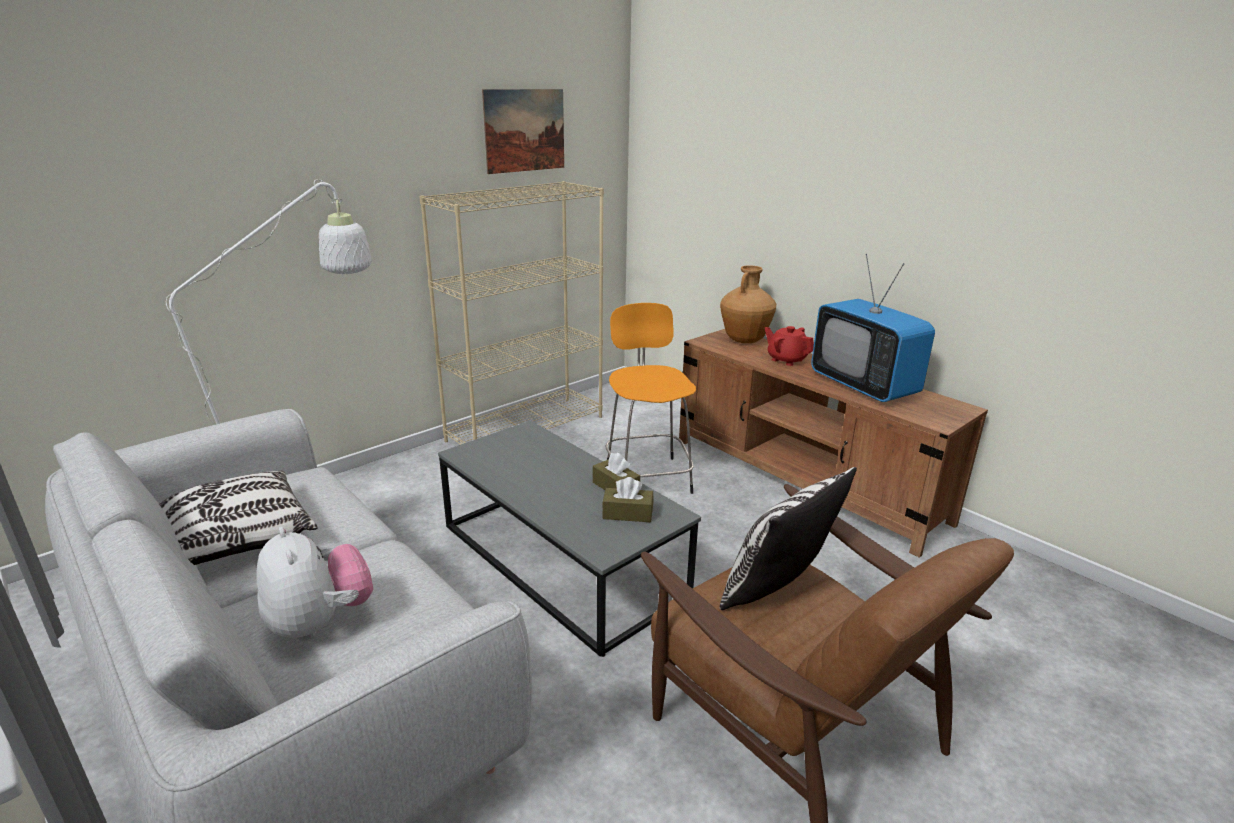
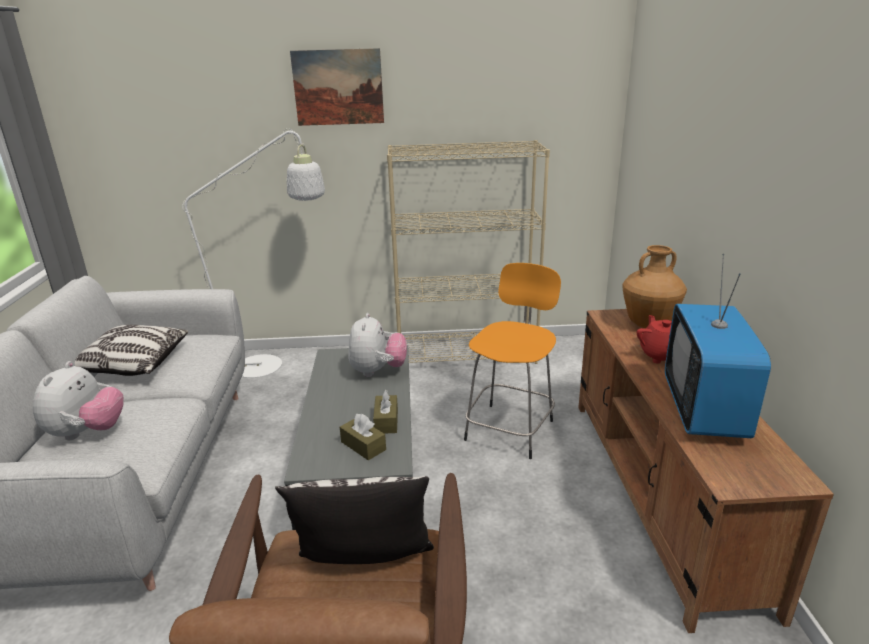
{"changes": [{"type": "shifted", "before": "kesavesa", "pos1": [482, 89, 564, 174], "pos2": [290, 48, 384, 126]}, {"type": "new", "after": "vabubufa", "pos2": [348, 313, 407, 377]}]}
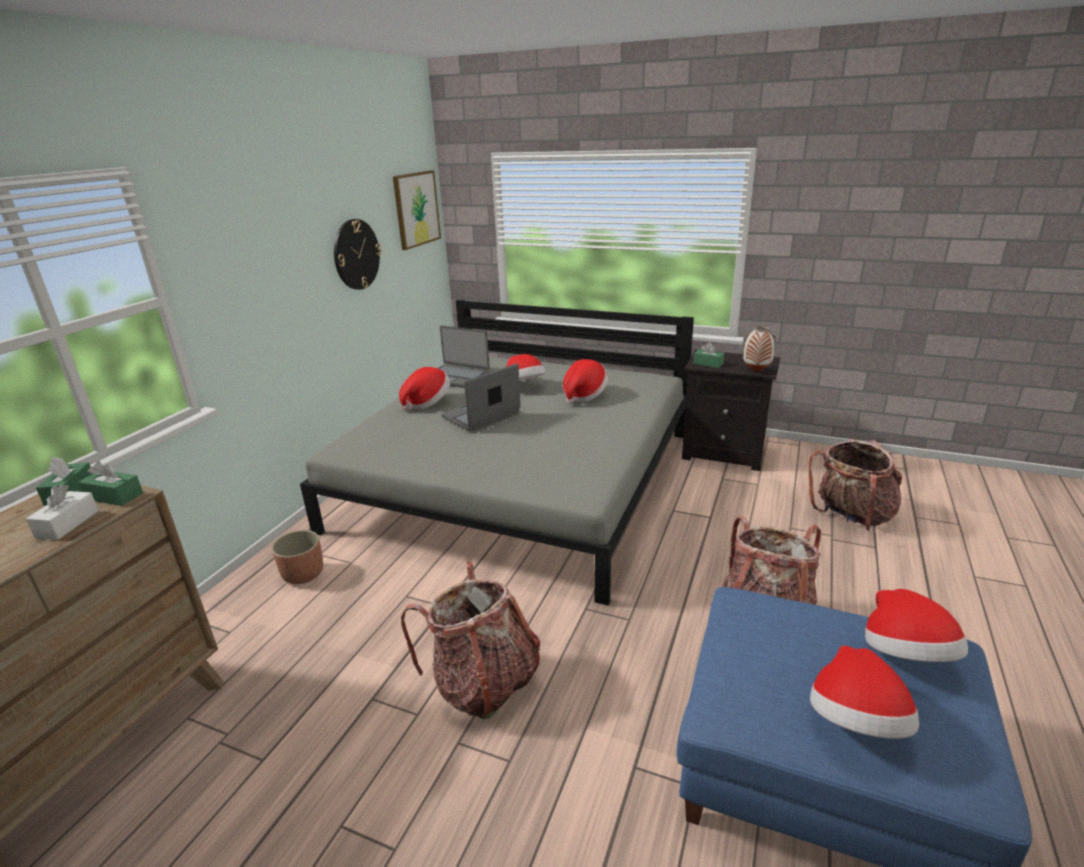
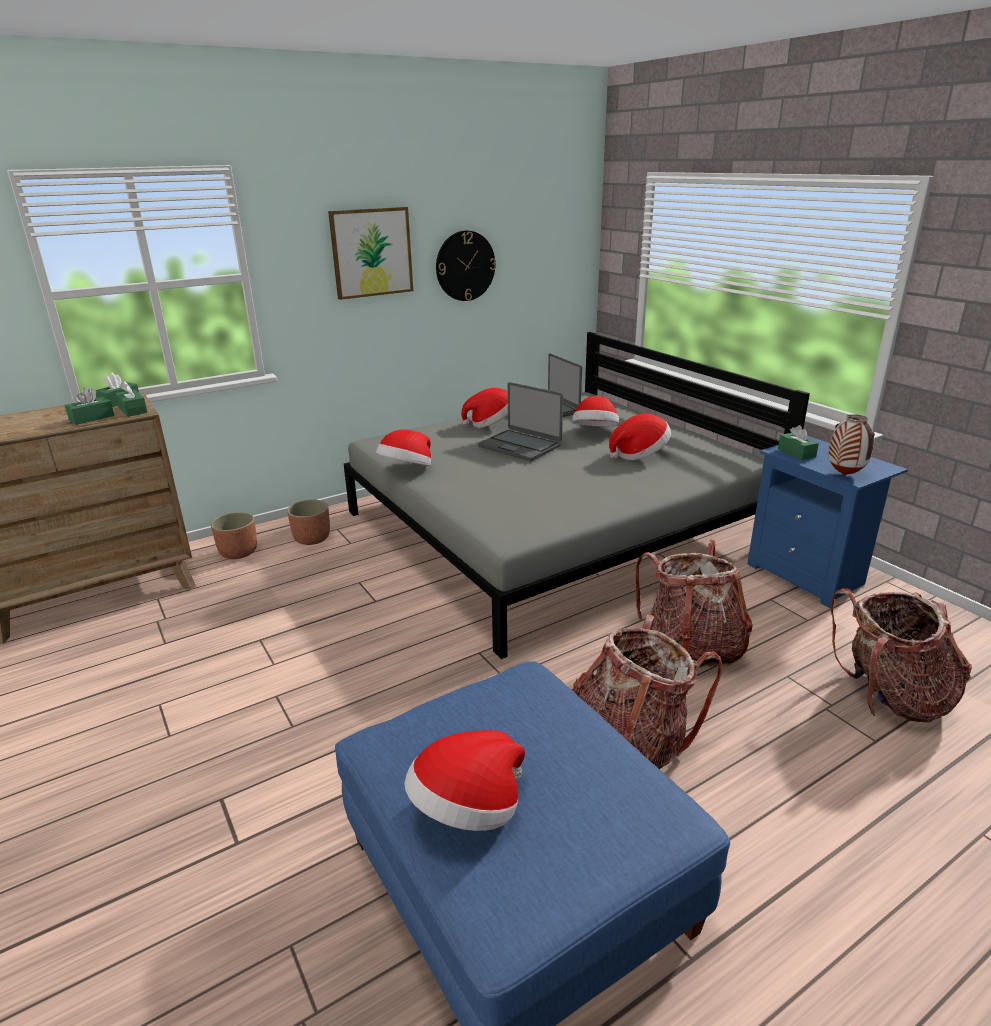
{"changes": [{"type": "shifted", "before": "kesavesa", "pos1": [393, 170, 441, 250], "pos2": [328, 207, 413, 300]}, {"type": "repainted", "before": "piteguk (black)", "after": "piteguk (blue)", "pos1": [682, 350, 780, 471], "pos2": [747, 436, 908, 608]}, {"type": "rotated", "before": "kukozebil", "pos1": [441, 364, 521, 431], "pos2": [478, 382, 563, 461], "turn": -135}, {"type": "repainted", "before": "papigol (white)", "after": "papigol (green)", "pos1": [26, 485, 99, 540], "pos2": [65, 388, 114, 425]}, {"type": "shifted", "before": "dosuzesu", "pos1": [401, 562, 540, 719], "pos2": [635, 540, 753, 668]}, {"type": "shifted", "before": "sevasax", "pos1": [865, 589, 968, 662], "pos2": [376, 430, 431, 466]}, {"type": "new", "after": "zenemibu", "pos2": [211, 512, 257, 559]}]}
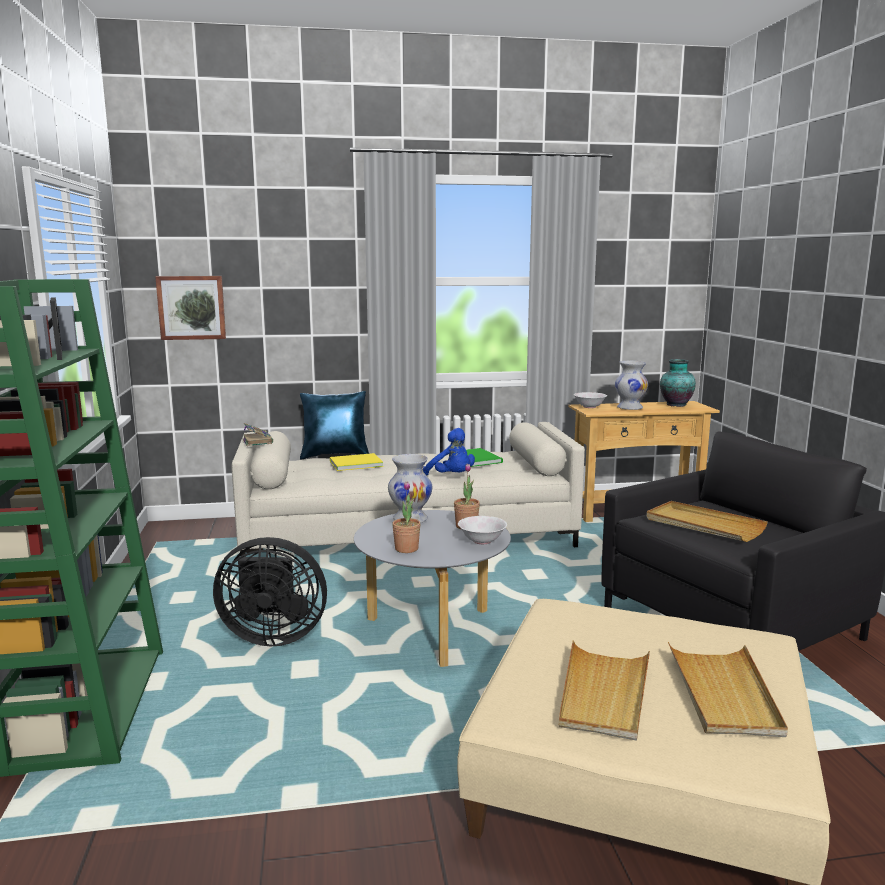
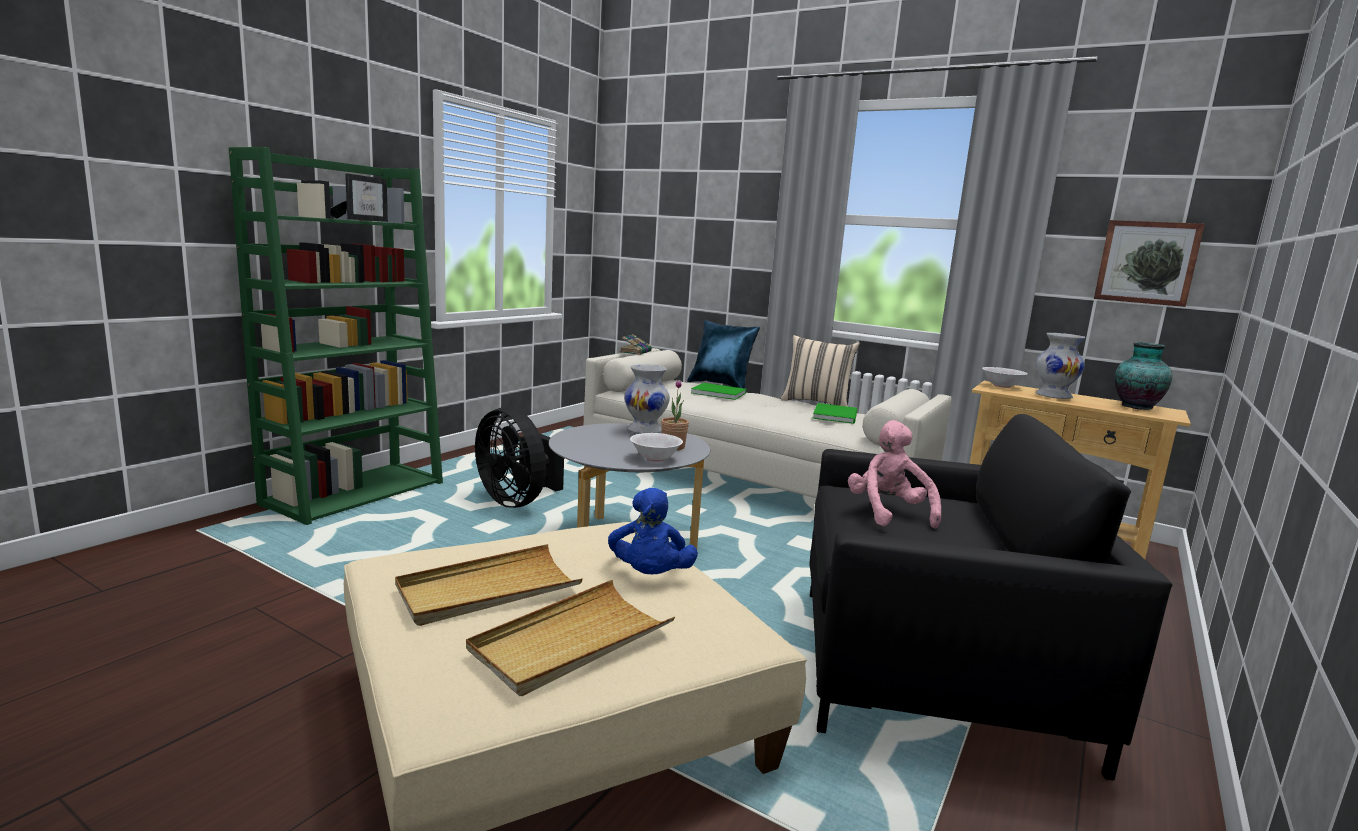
{"changes": [{"type": "shifted", "before": "kesavesa", "pos1": [155, 276, 226, 340], "pos2": [1094, 220, 1205, 307]}, {"type": "shifted", "before": "vabubufa (blue)", "pos1": [423, 428, 475, 476], "pos2": [608, 488, 698, 575]}, {"type": "repainted", "before": "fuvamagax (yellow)", "after": "fuvamagax (green)", "pos1": [330, 453, 383, 471], "pos2": [691, 383, 747, 400]}, {"type": "gone", "before": "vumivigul", "pos1": [392, 481, 421, 553]}, {"type": "swapped", "before": "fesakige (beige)", "after": "vabubufa (pink)", "pos1": [647, 501, 768, 542], "pos2": [848, 420, 941, 529]}, {"type": "new", "after": "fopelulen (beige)", "pos2": [781, 335, 860, 407]}]}
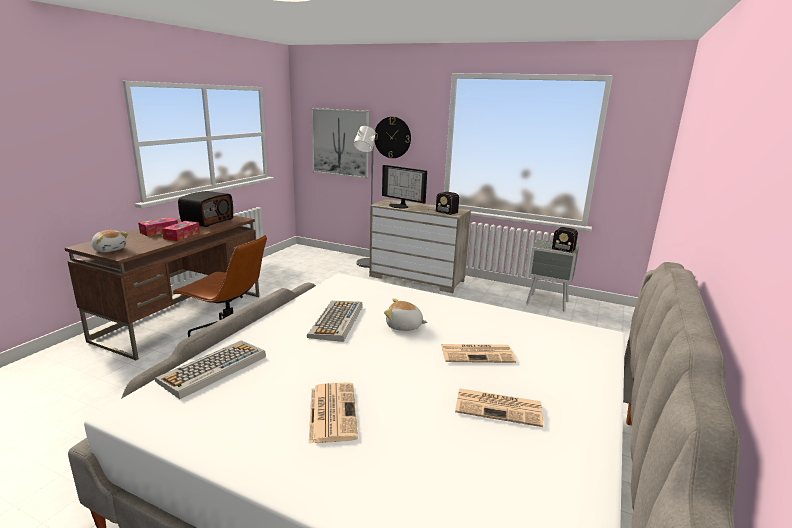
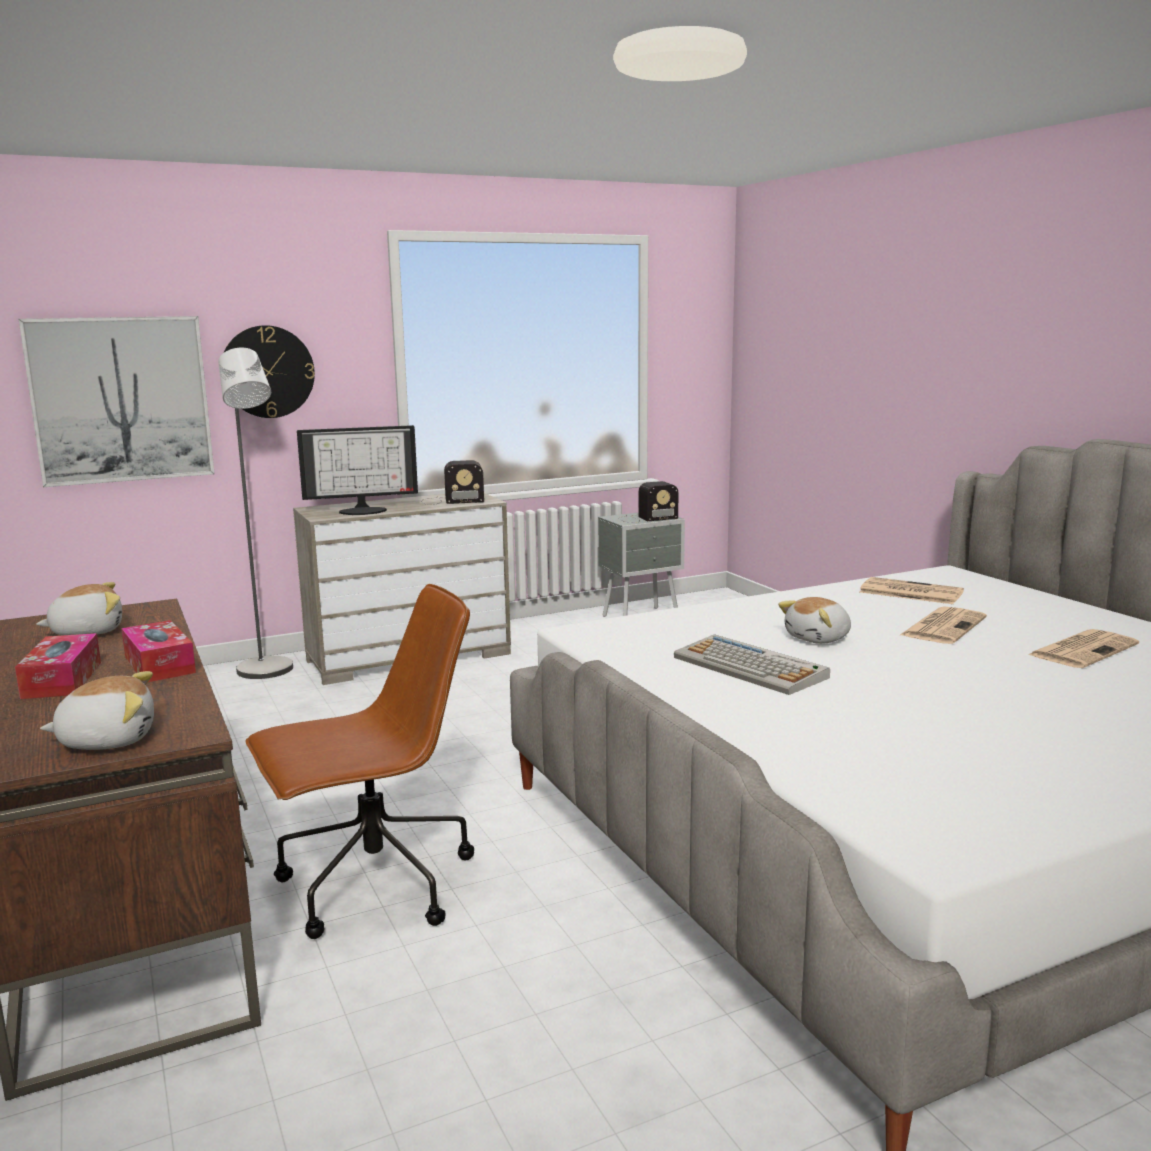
{"changes": [{"type": "swapped", "before": "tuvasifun", "after": "vabubufa", "pos1": [178, 191, 233, 227], "pos2": [36, 582, 122, 636]}, {"type": "gone", "before": "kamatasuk", "pos1": [155, 340, 266, 399]}, {"type": "shifted", "before": "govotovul", "pos1": [309, 383, 358, 443], "pos2": [860, 577, 964, 604]}]}
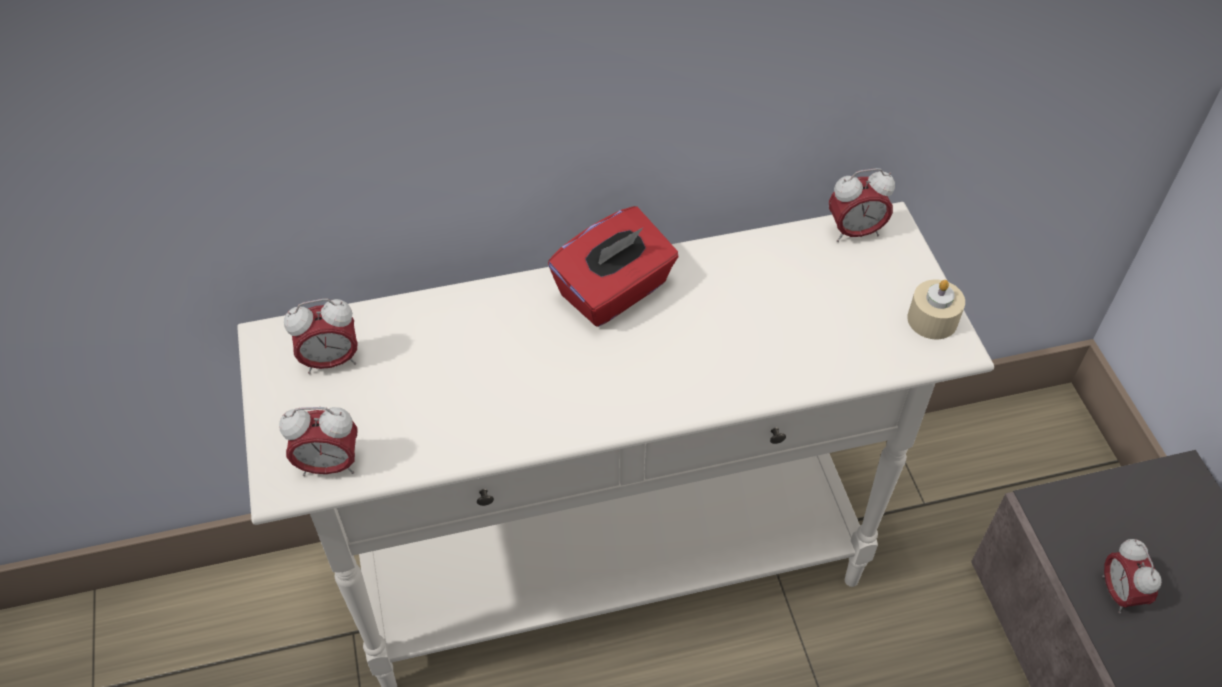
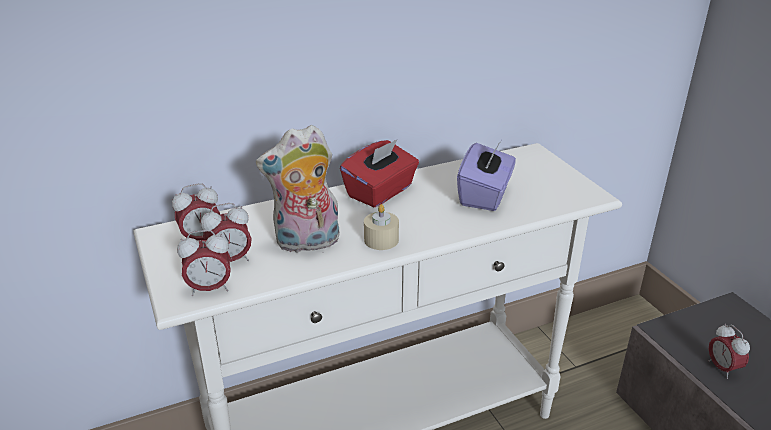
{"changes": [{"type": "shifted", "before": "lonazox", "pos1": [829, 168, 895, 242], "pos2": [201, 203, 252, 262]}, {"type": "shifted", "before": "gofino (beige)", "pos1": [907, 280, 965, 339], "pos2": [364, 204, 399, 250]}, {"type": "new", "after": "vabubufa", "pos2": [256, 125, 340, 253]}, {"type": "new", "after": "papigol (purple)", "pos2": [457, 141, 516, 211]}]}
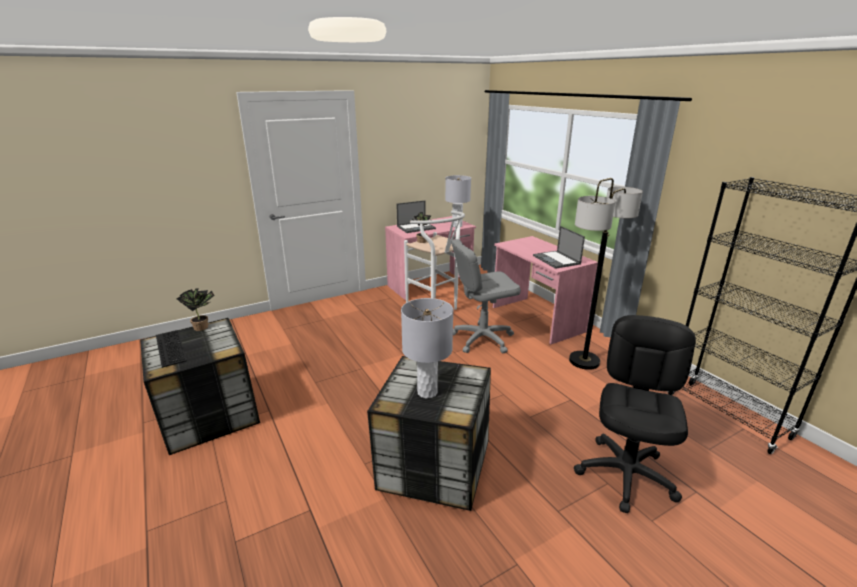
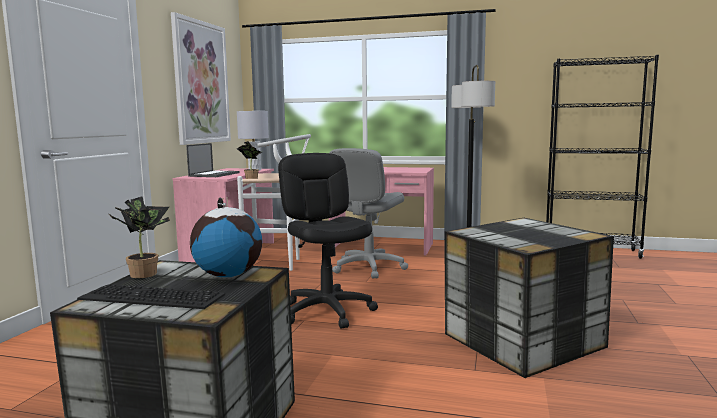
{"changes": [{"type": "gone", "before": "kukozebil", "pos1": [533, 226, 585, 269]}, {"type": "gone", "before": "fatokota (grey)", "pos1": [401, 298, 453, 399]}, {"type": "shifted", "before": "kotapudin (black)", "pos1": [574, 315, 696, 513], "pos2": [278, 153, 378, 329]}, {"type": "new", "after": "kesavesa", "pos2": [171, 12, 231, 145]}, {"type": "new", "after": "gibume", "pos2": [190, 198, 262, 277]}]}
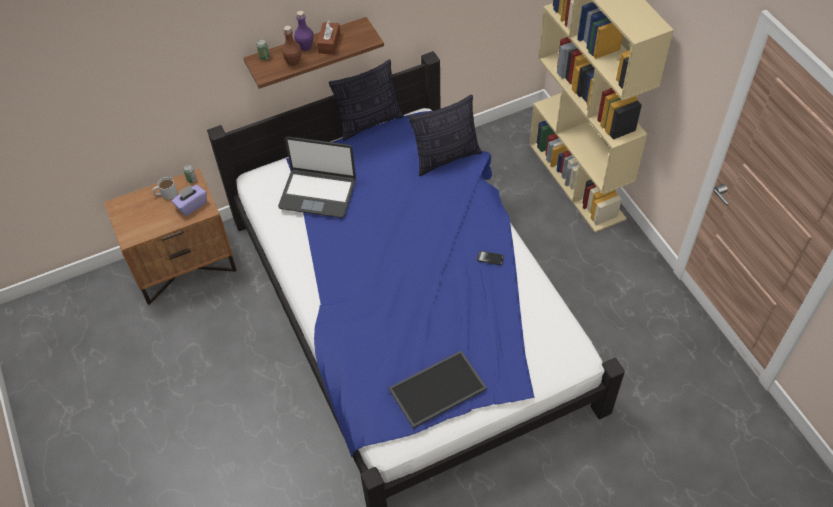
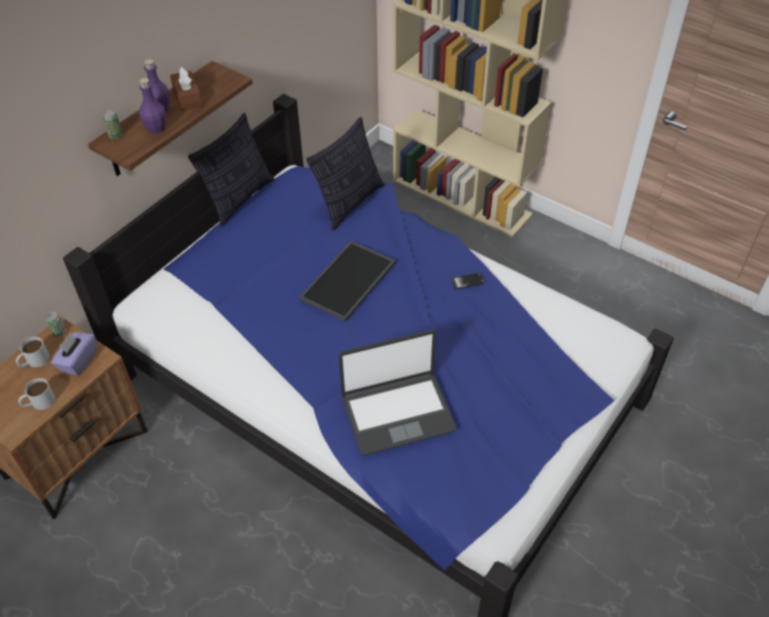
{"changes": [{"type": "repainted", "before": "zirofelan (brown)", "after": "zirofelan (purple)", "pos1": [282, 26, 302, 66], "pos2": [139, 78, 165, 134]}, {"type": "shifted", "before": "kukozebil", "pos1": [278, 136, 356, 218], "pos2": [339, 330, 456, 455]}, {"type": "shifted", "before": "fesakige", "pos1": [389, 351, 487, 429], "pos2": [299, 241, 396, 322]}, {"type": "new", "after": "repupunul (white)", "pos2": [18, 378, 55, 410]}]}
